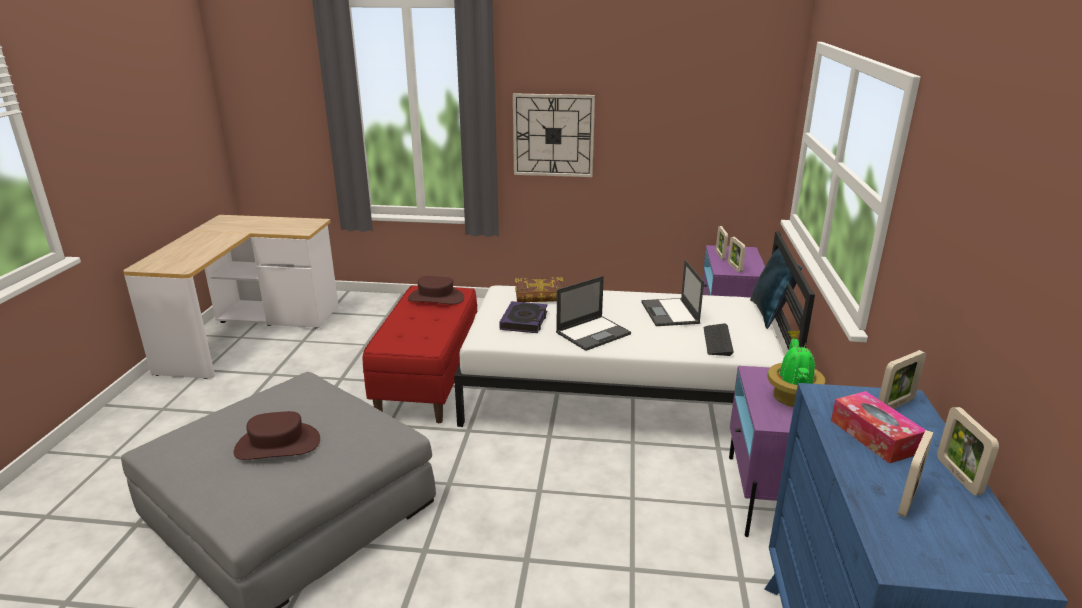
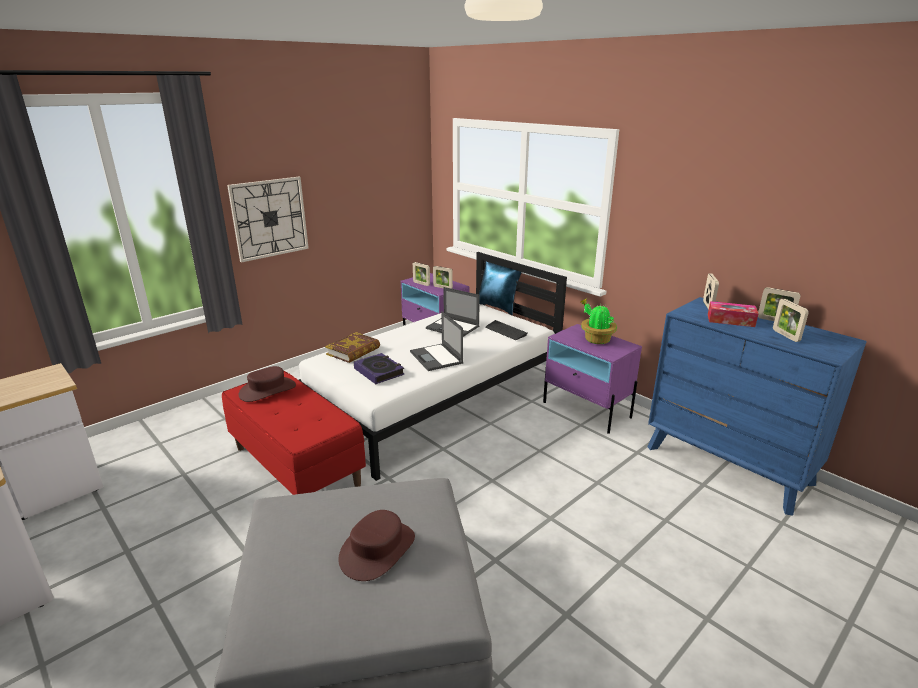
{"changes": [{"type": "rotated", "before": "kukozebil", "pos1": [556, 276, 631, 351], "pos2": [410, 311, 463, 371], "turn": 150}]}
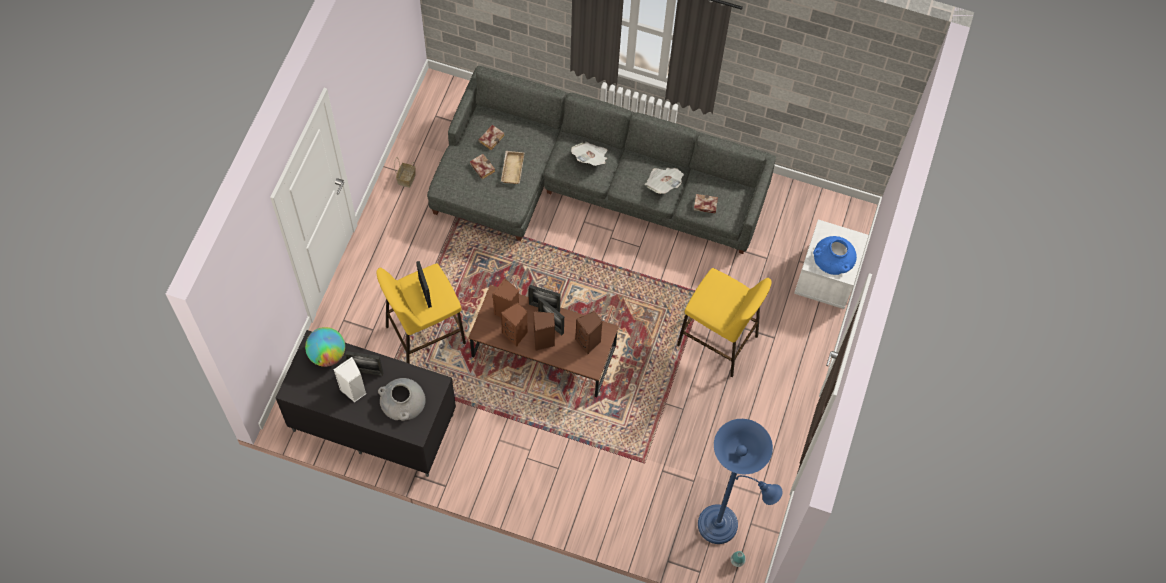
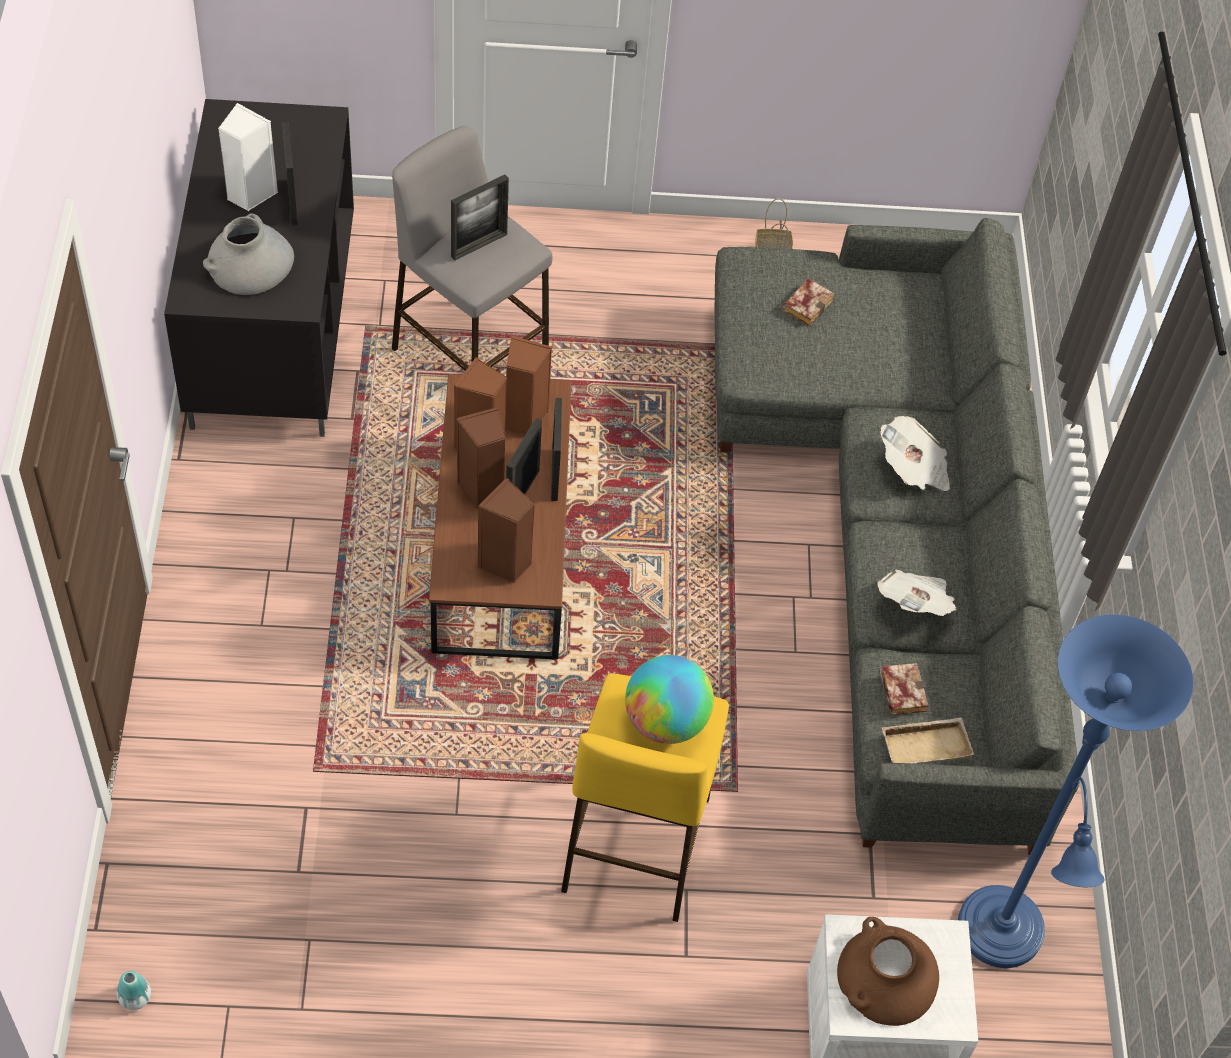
{"changes": [{"type": "gone", "before": "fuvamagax", "pos1": [478, 125, 505, 150]}, {"type": "shifted", "before": "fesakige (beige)", "pos1": [501, 151, 524, 184], "pos2": [882, 718, 974, 764]}, {"type": "repainted", "before": "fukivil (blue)", "after": "fukivil (brown)", "pos1": [813, 236, 857, 275], "pos2": [837, 917, 939, 1026]}, {"type": "repainted", "before": "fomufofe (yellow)", "after": "fomufofe (grey)", "pos1": [376, 264, 466, 364], "pos2": [392, 126, 552, 371]}, {"type": "shifted", "before": "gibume", "pos1": [305, 327, 345, 367], "pos2": [625, 655, 714, 744]}, {"type": "shifted", "before": "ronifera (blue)", "pos1": [698, 419, 783, 544], "pos2": [958, 615, 1194, 968]}]}
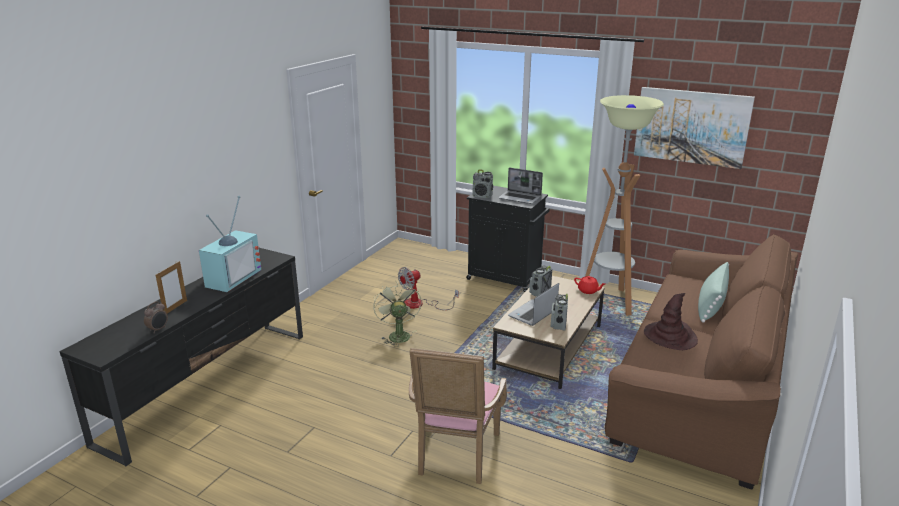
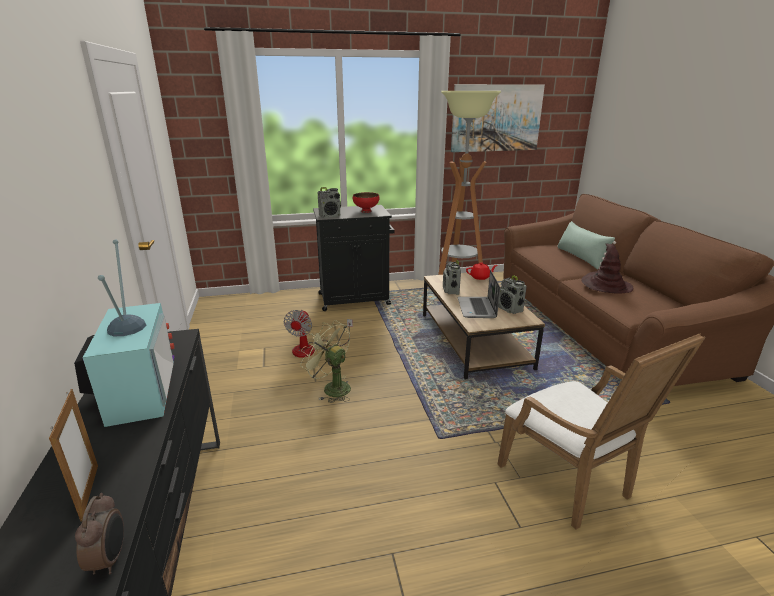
{"changes": [{"type": "swapped", "before": "kukozebil", "after": "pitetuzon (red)", "pos1": [498, 168, 543, 204], "pos2": [353, 192, 379, 213]}, {"type": "repainted", "before": "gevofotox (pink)", "after": "gevofotox (white)", "pos1": [409, 348, 507, 484], "pos2": [497, 334, 705, 530]}]}
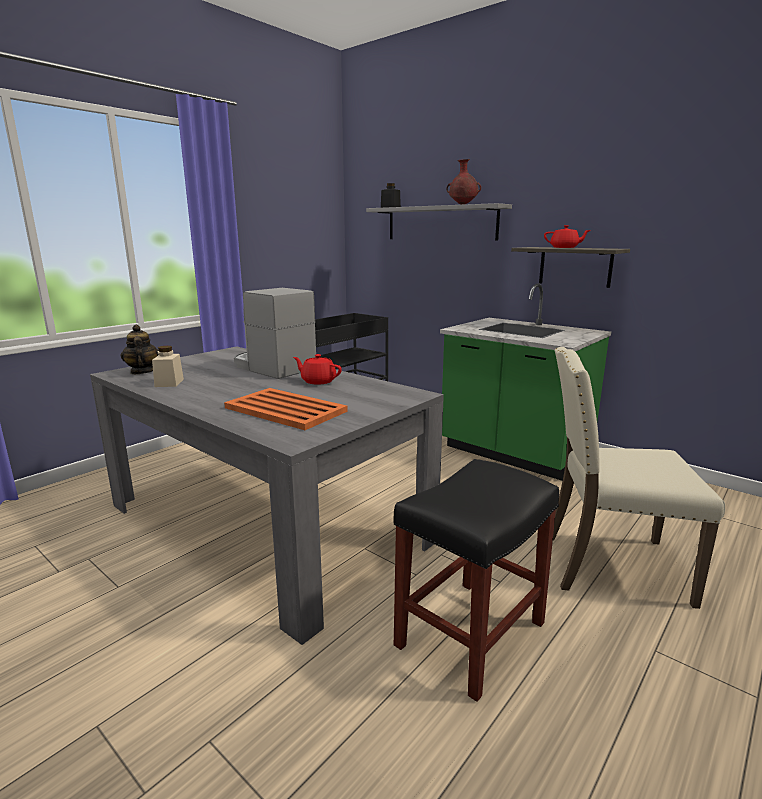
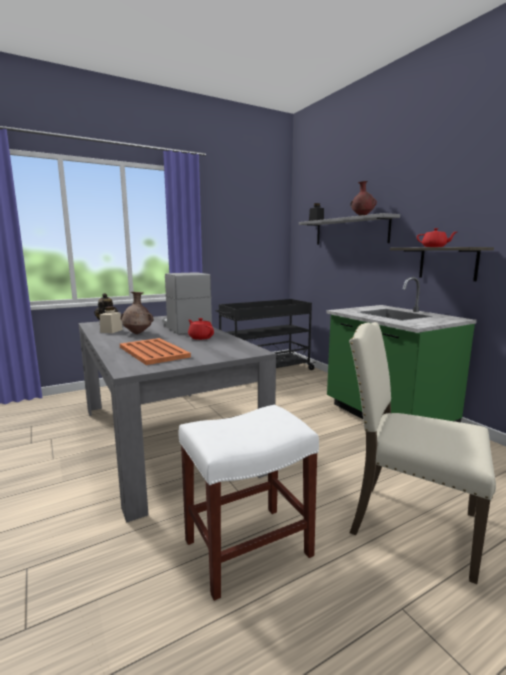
{"changes": [{"type": "repainted", "before": "fomufofe (black)", "after": "fomufofe (white)", "pos1": [394, 459, 559, 702], "pos2": [179, 405, 319, 601]}, {"type": "new", "after": "fukivil (brown)", "pos2": [121, 292, 153, 334]}]}
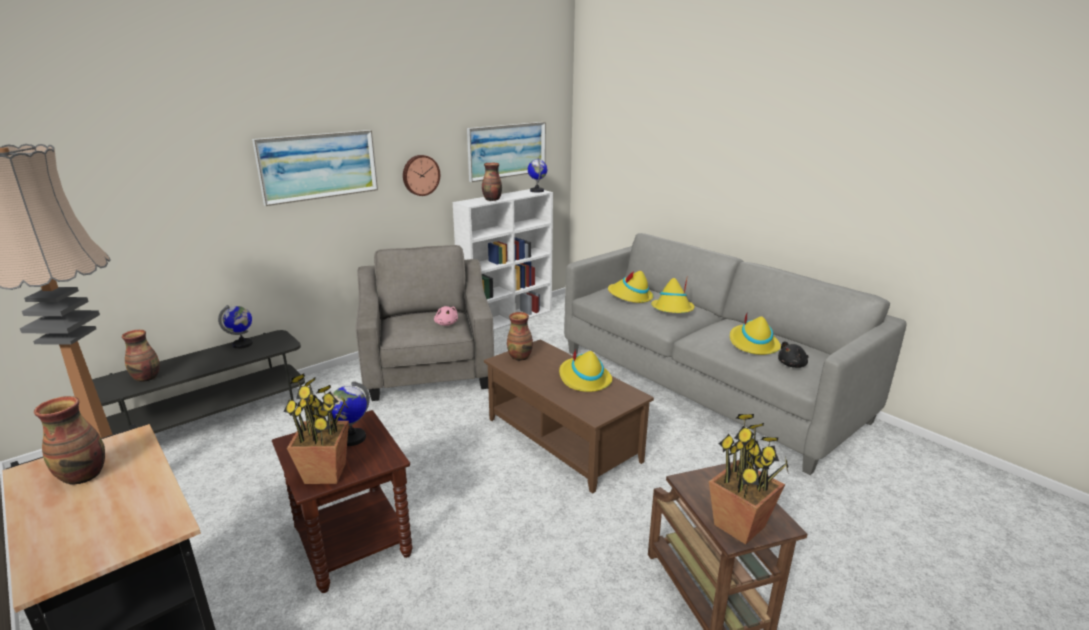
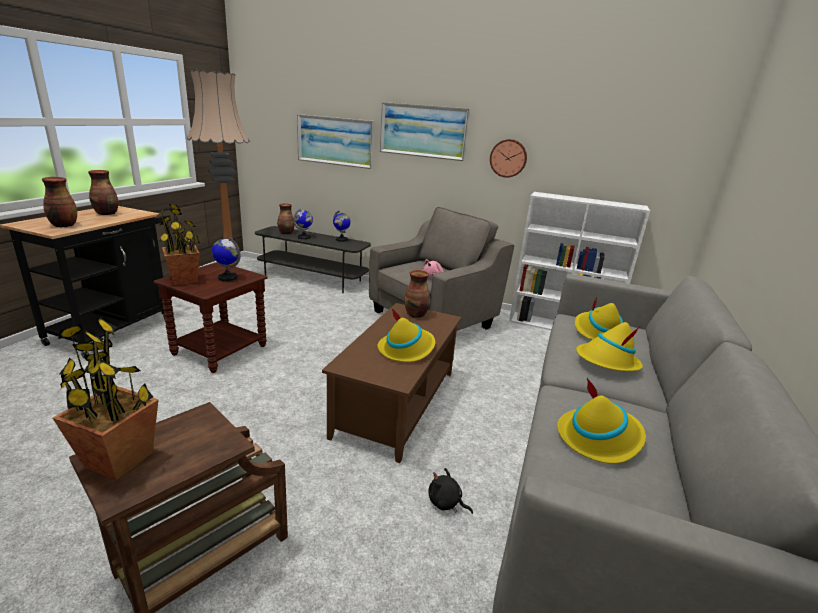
{"changes": [{"type": "shifted", "before": "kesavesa", "pos1": [467, 122, 546, 182], "pos2": [297, 114, 374, 169]}, {"type": "shifted", "before": "gibume", "pos1": [528, 158, 547, 193], "pos2": [293, 209, 313, 239]}, {"type": "shifted", "before": "fukivil", "pos1": [482, 163, 502, 201], "pos2": [42, 177, 77, 227]}, {"type": "shifted", "before": "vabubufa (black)", "pos1": [778, 341, 808, 368], "pos2": [428, 468, 473, 514]}]}
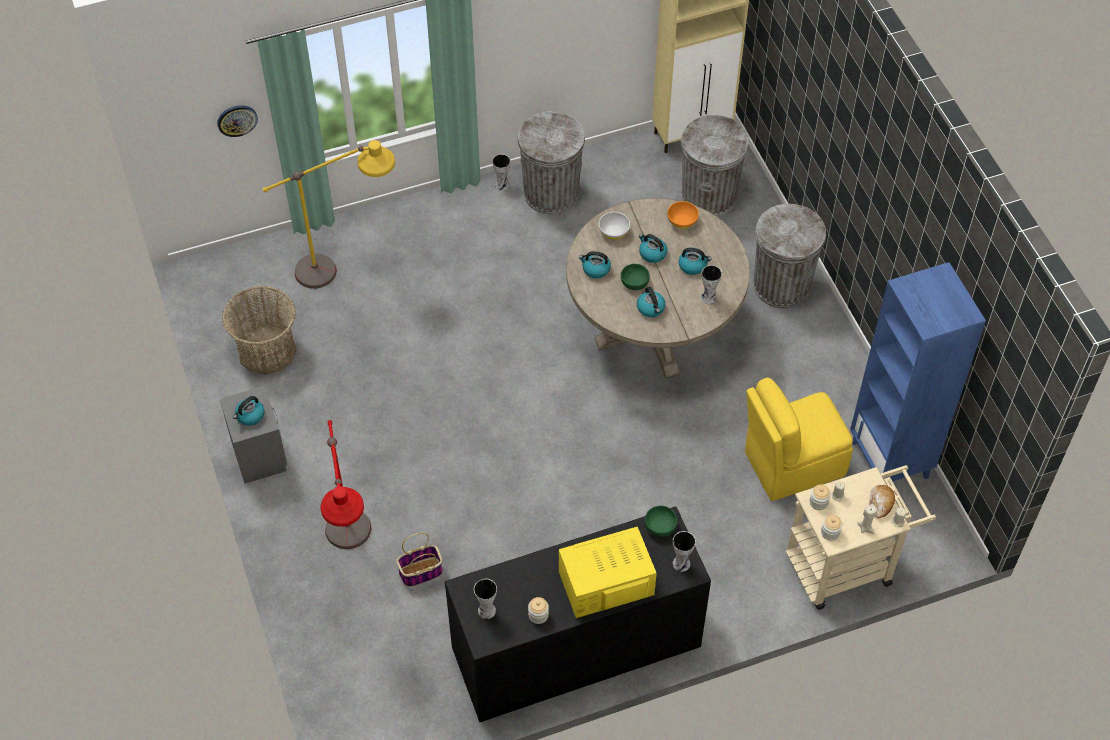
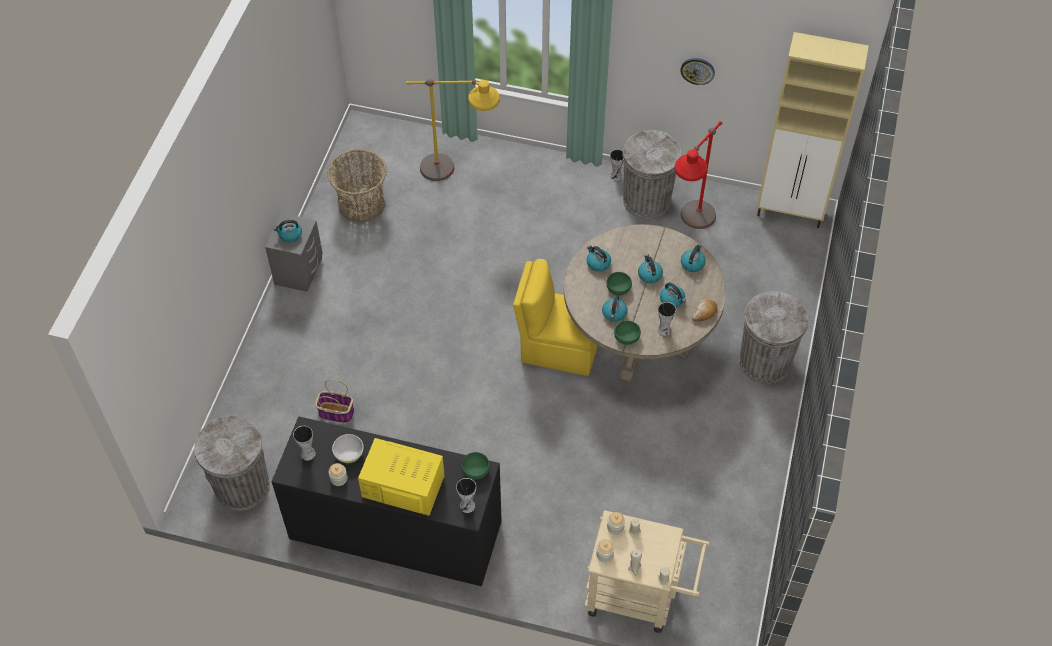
{"changes": [{"type": "shifted", "before": "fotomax", "pos1": [217, 105, 258, 137], "pos2": [680, 58, 715, 85]}, {"type": "shifted", "before": "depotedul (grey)", "pos1": [681, 115, 749, 217], "pos2": [194, 416, 270, 511]}, {"type": "swapped", "before": "pitetuzon (orange)", "after": "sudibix", "pos1": [667, 201, 699, 229], "pos2": [681, 244, 706, 272]}, {"type": "shifted", "before": "pitetuzon (white)", "pos1": [599, 212, 630, 240], "pos2": [332, 434, 364, 463]}, {"type": "gone", "before": "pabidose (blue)", "pos1": [850, 262, 986, 481]}, {"type": "shifted", "before": "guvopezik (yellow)", "pos1": [745, 378, 853, 501], "pos2": [513, 259, 598, 376]}, {"type": "shifted", "before": "ronifera (red)", "pos1": [321, 420, 371, 549], "pos2": [675, 121, 722, 229]}, {"type": "shifted", "before": "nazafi", "pos1": [869, 485, 895, 519], "pos2": [692, 299, 717, 322]}, {"type": "new", "after": "pitetuzon (green)", "pos2": [614, 320, 641, 345]}]}
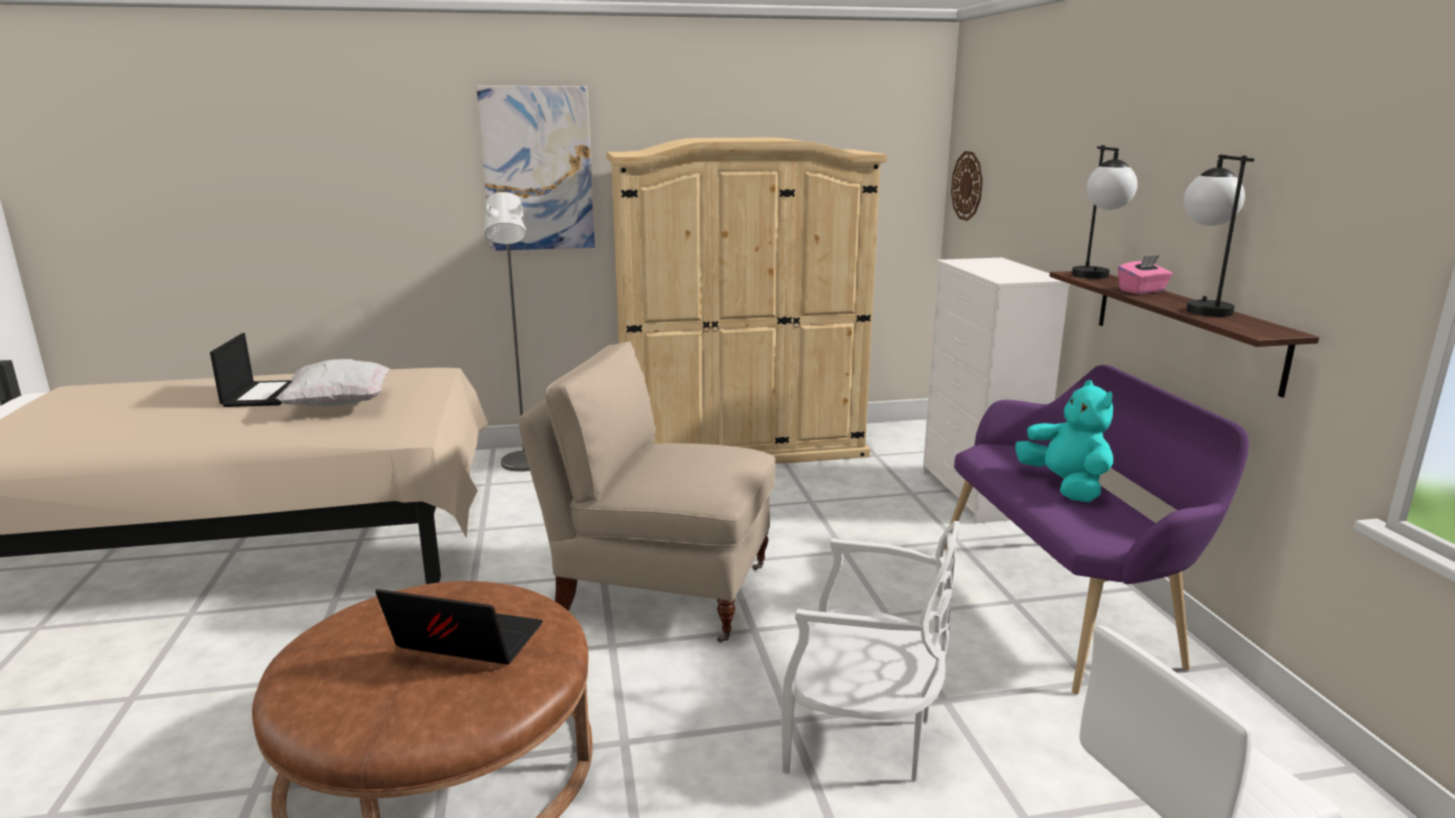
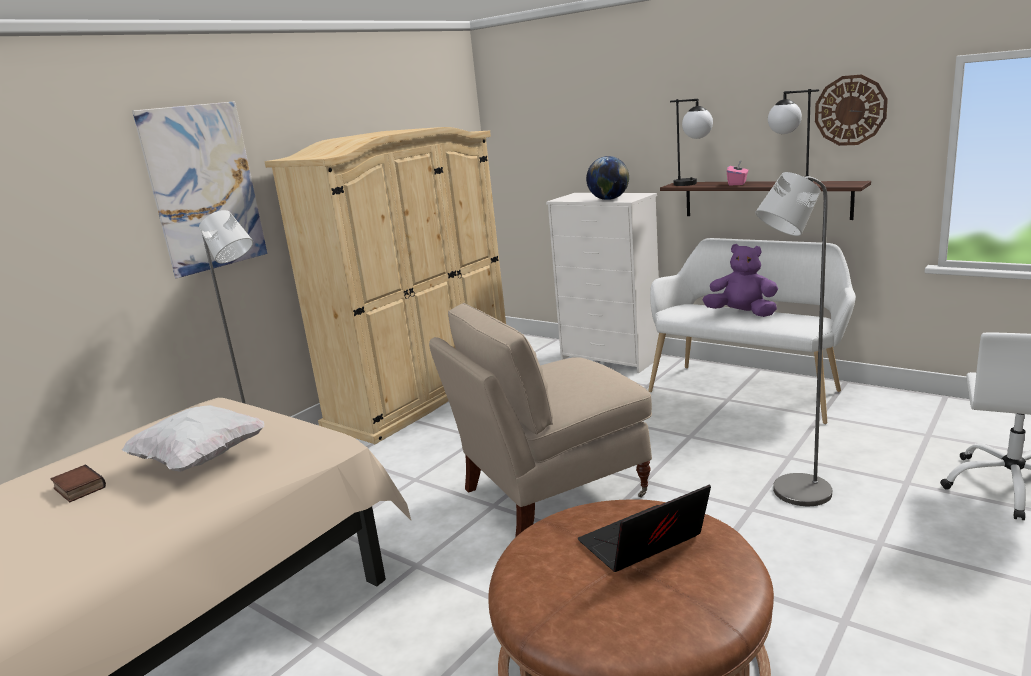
{"changes": [{"type": "shifted", "before": "fotomax", "pos1": [951, 151, 983, 221], "pos2": [815, 74, 888, 146]}, {"type": "swapped", "before": "kukozebil", "after": "fuvamagax", "pos1": [210, 333, 292, 407], "pos2": [50, 464, 106, 502]}, {"type": "repainted", "before": "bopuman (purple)", "after": "bopuman (white)", "pos1": [944, 365, 1249, 694], "pos2": [648, 238, 856, 424]}, {"type": "repainted", "before": "vabubufa (turquoise)", "after": "vabubufa (purple)", "pos1": [1016, 380, 1113, 502], "pos2": [702, 244, 778, 317]}, {"type": "swapped", "before": "guvopezik (white)", "after": "ronifera (grey)", "pos1": [781, 521, 960, 781], "pos2": [755, 172, 832, 506]}, {"type": "new", "after": "gibume", "pos2": [586, 156, 629, 200]}]}
